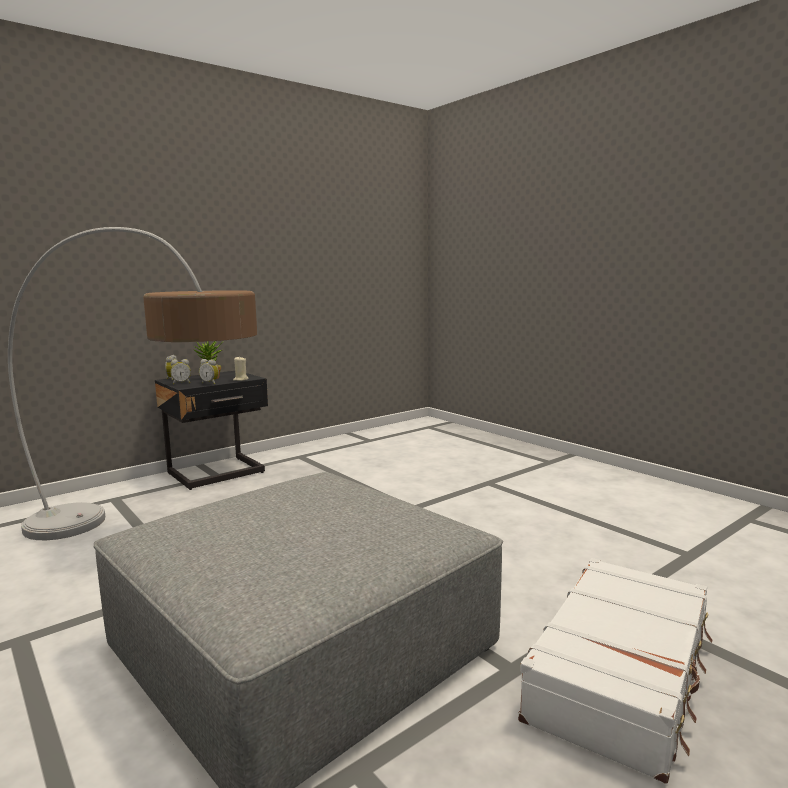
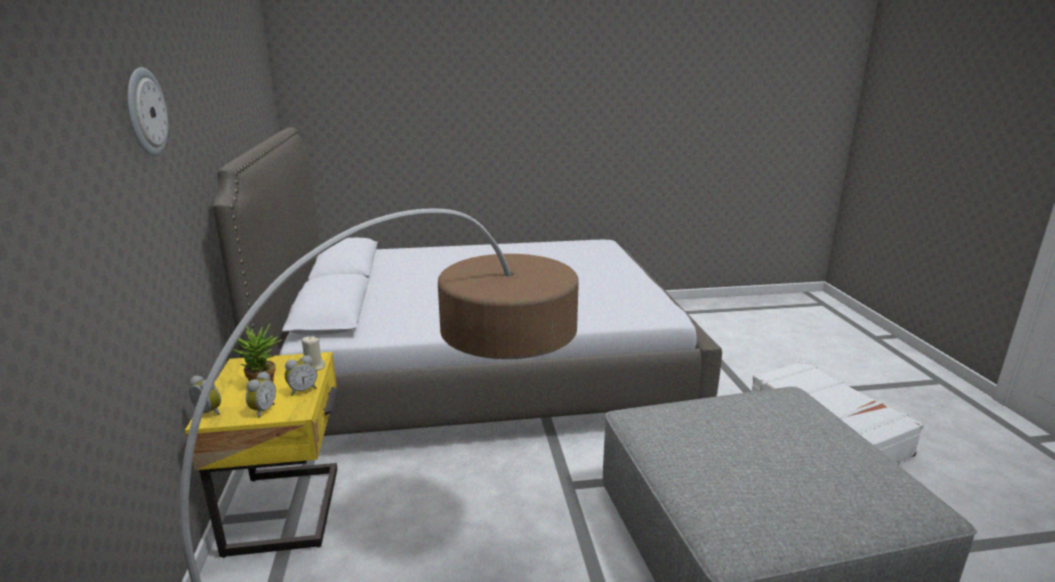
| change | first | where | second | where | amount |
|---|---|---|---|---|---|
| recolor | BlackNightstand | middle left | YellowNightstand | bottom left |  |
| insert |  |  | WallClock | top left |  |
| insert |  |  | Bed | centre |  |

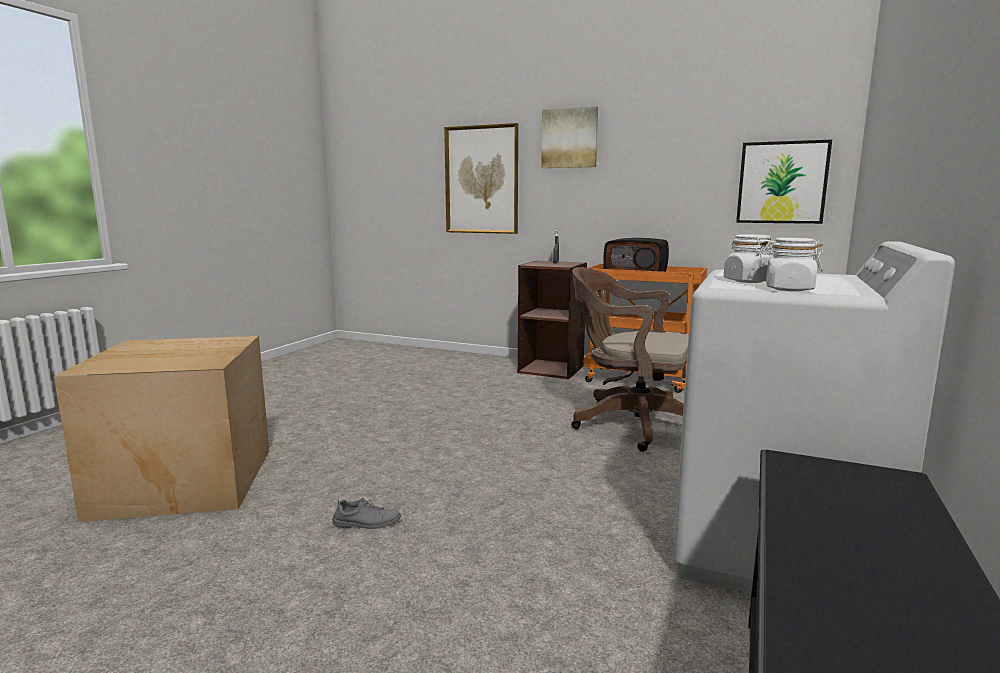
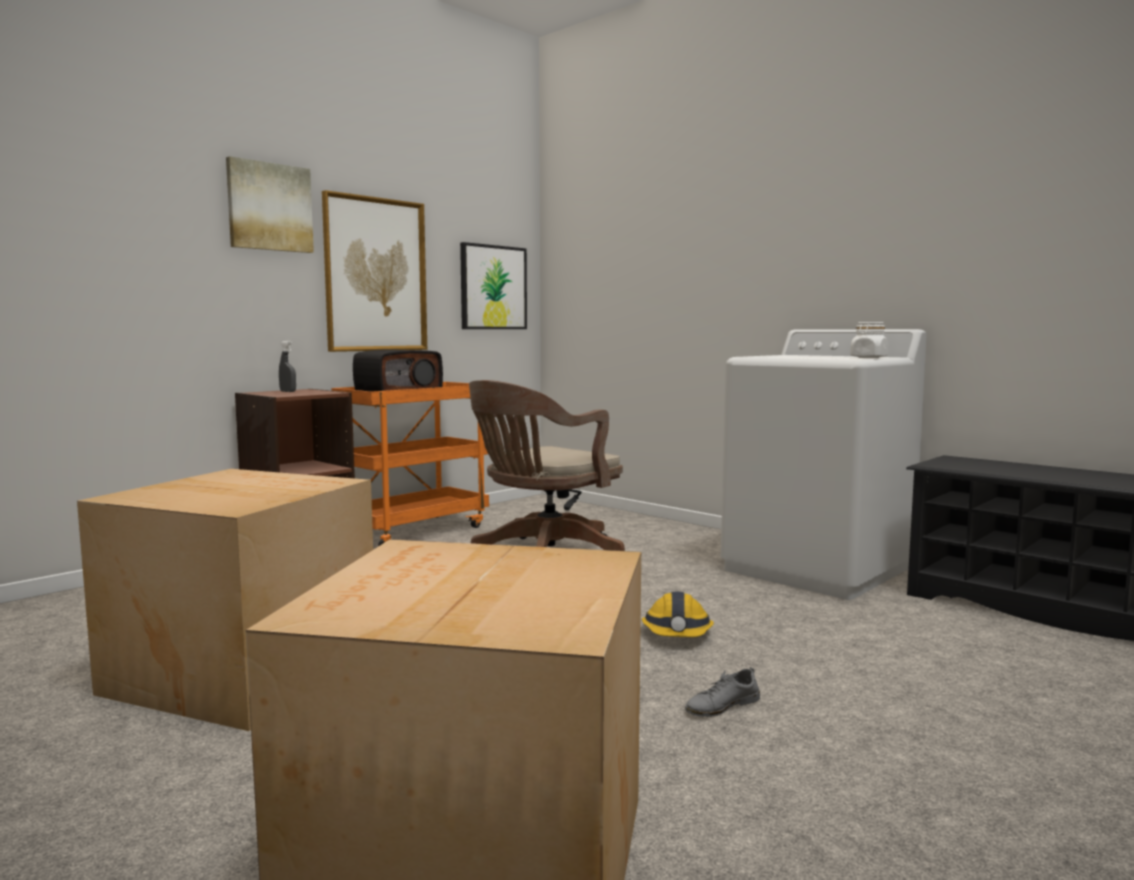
| change | first | where | second | where | amount |
|---|---|---|---|---|---|
| move | Picture (1st from left in the first image) | top centre | Picture (2nd from left) | top left |  |
| delete | WhiteJar (1st from left) | middle right |  |  |  |
| rotate | GreyShoe | bottom centre |  | bottom centre | 135 degrees counterclockwise |
| insert |  |  | CardboardBox (1st from left) | bottom left |  |
| insert |  |  | HardHat | bottom centre |  |

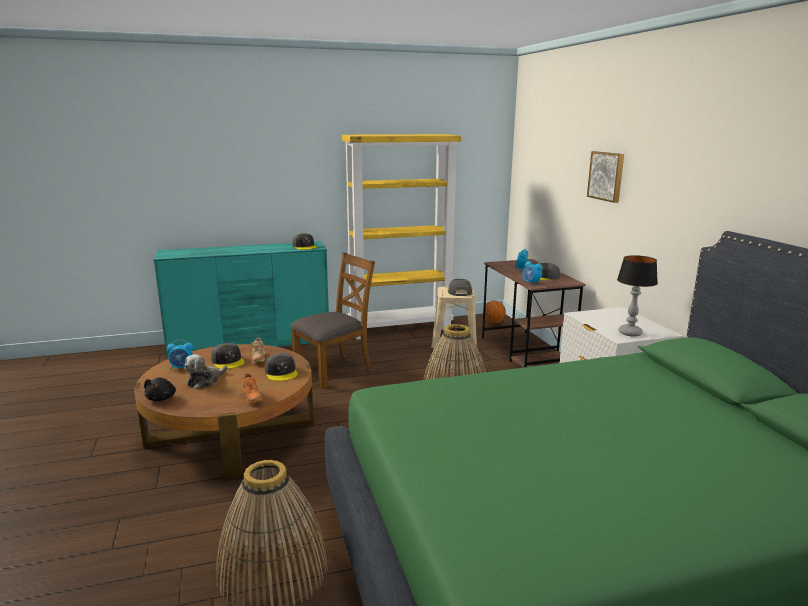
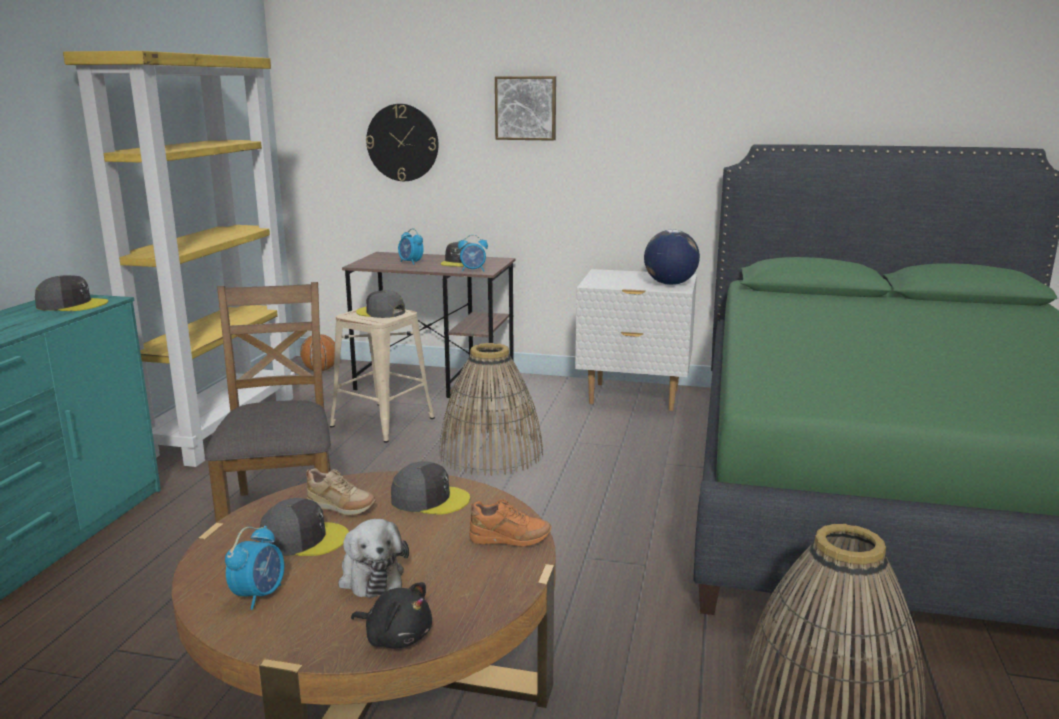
| change | first | where | second | where | amount |
|---|---|---|---|---|---|
| replace | TableLamp | middle right | Globe | centre |  |
| insert |  |  | WallClock | top centre |  |

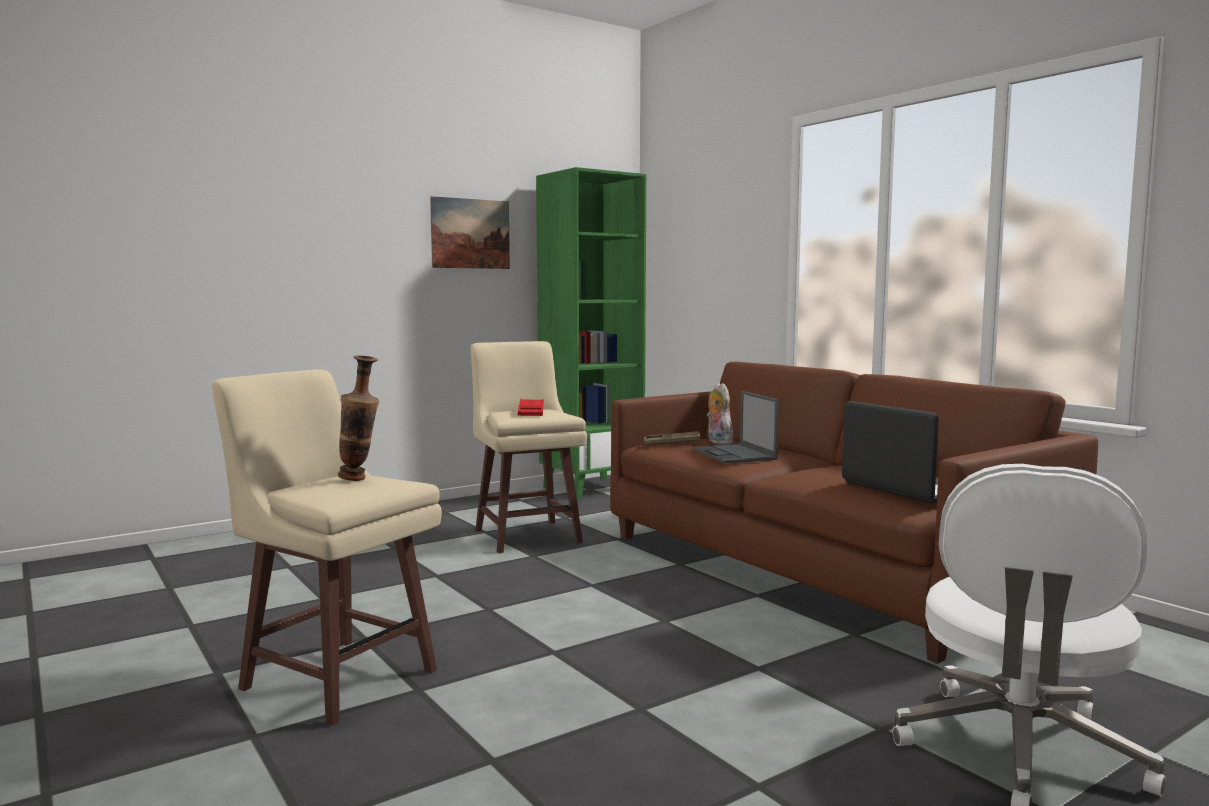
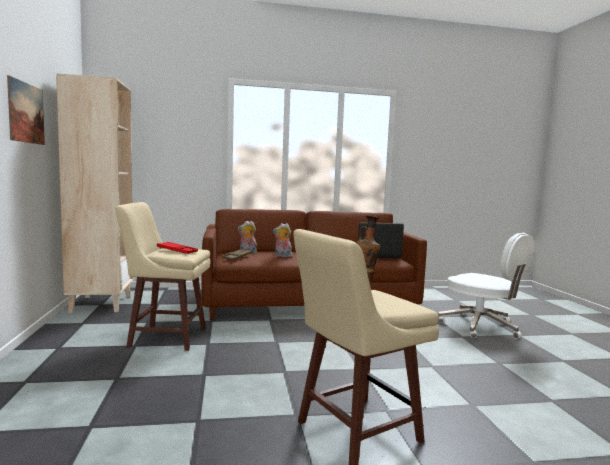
| change | first | where | second | where | amount |
|---|---|---|---|---|---|
| recolor | GreenBookcase | centre | BeigeBookcase | middle left |  |
| replace | Laptop (1st from left) | centre | PlushToy (2nd from left) | centre |  |

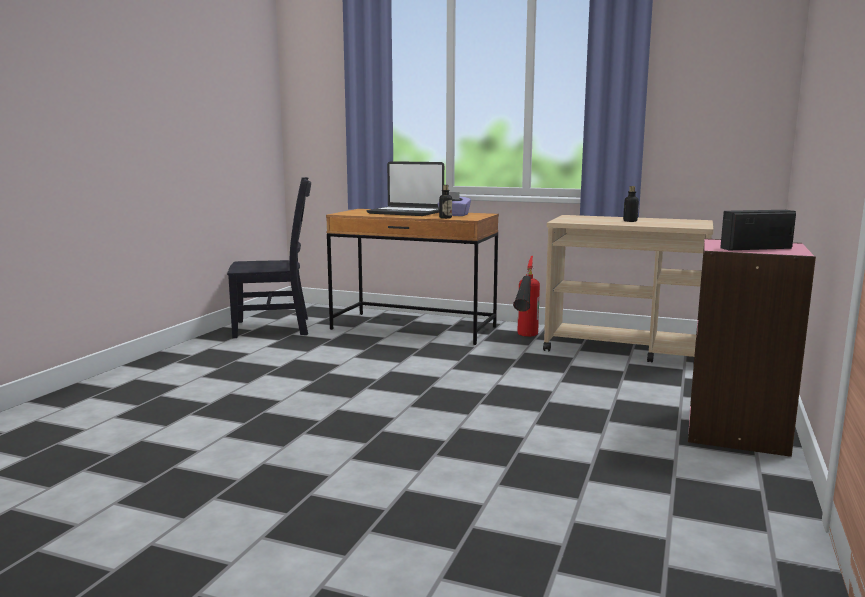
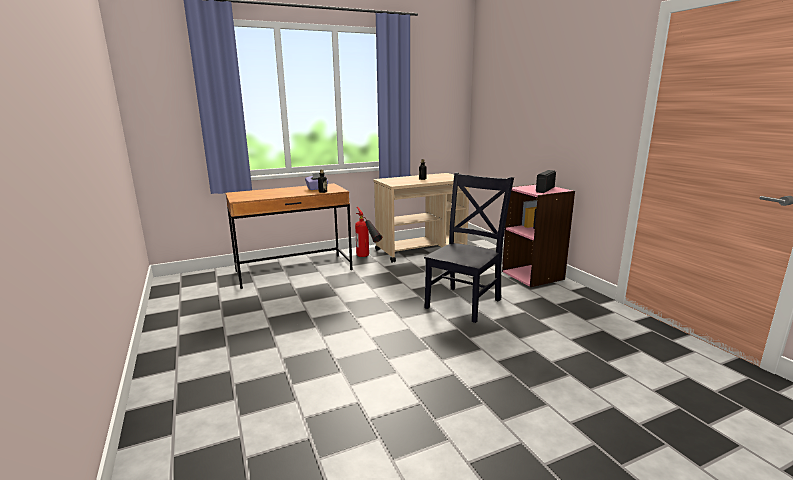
| change | first | where | second | where | amount |
|---|---|---|---|---|---|
| delete | Laptop | top centre |  |  |  |
| move | BlackChair | middle left |  | centre |  |

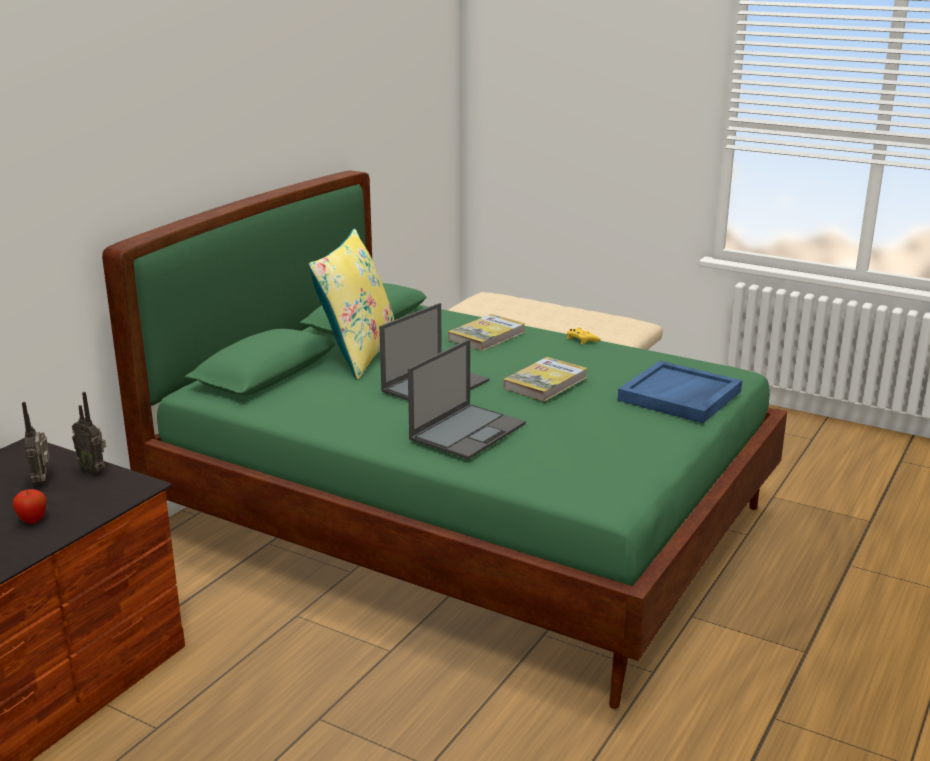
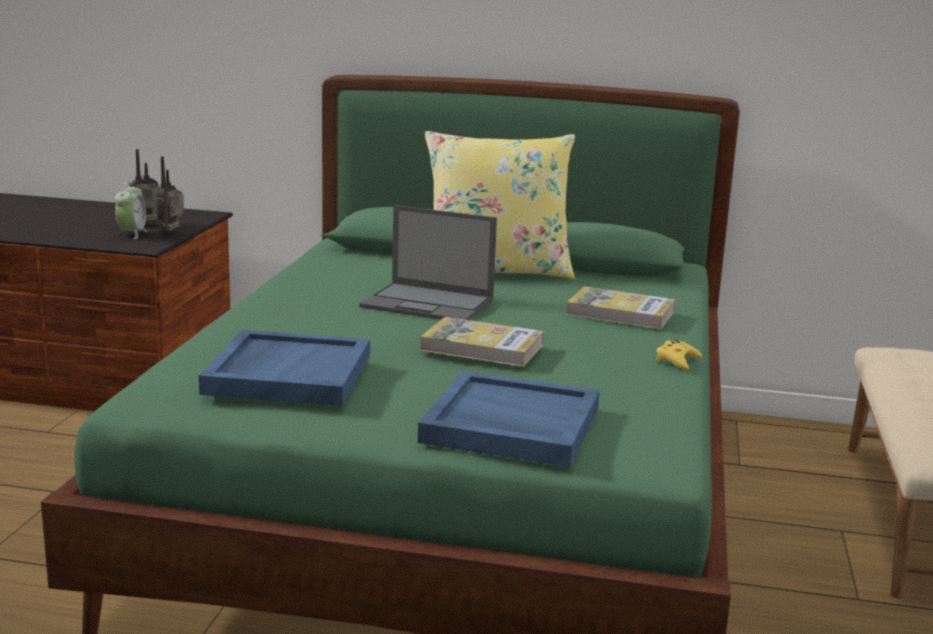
| change | first | where | second | where | amount |
|---|---|---|---|---|---|
| delete | Laptop (2nd from left) | centre |  |  |  |
| delete | Apple | middle left |  |  |  |
| insert |  |  | AlarmClock | top left |  |
| insert |  |  | BlueTray (1st from left) | middle left |  |

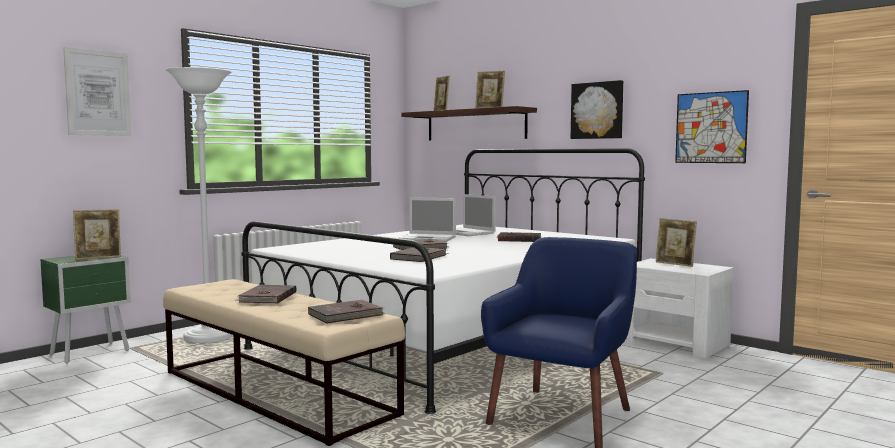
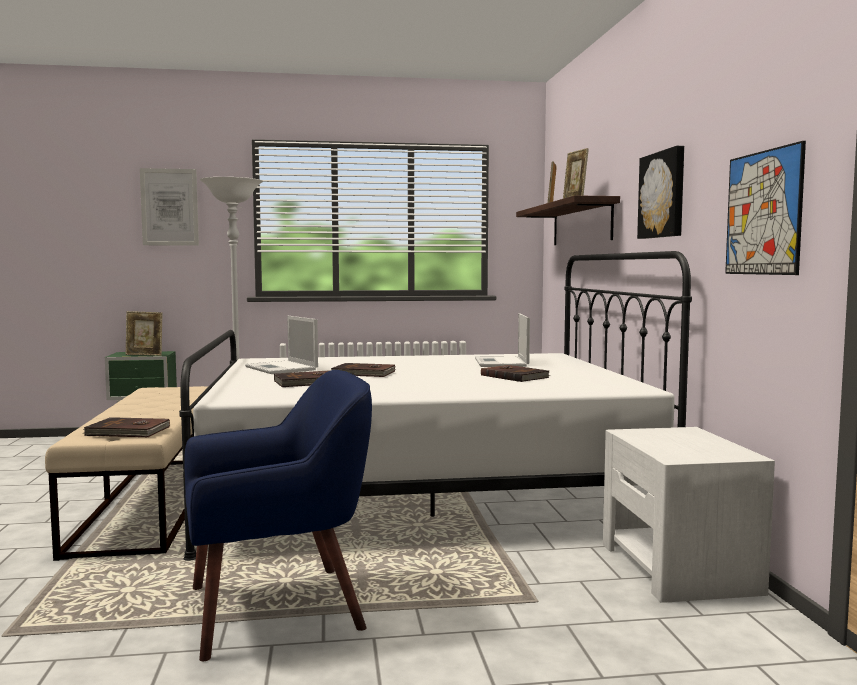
| change | first | where | second | where | amount |
|---|---|---|---|---|---|
| move | Laptop (1st from left) | centre |  | middle left |  |
| delete | PictureFrame (4th from left) | middle right |  |  |  |
| delete | BrownBook (1st from left) | middle left |  |  |  |

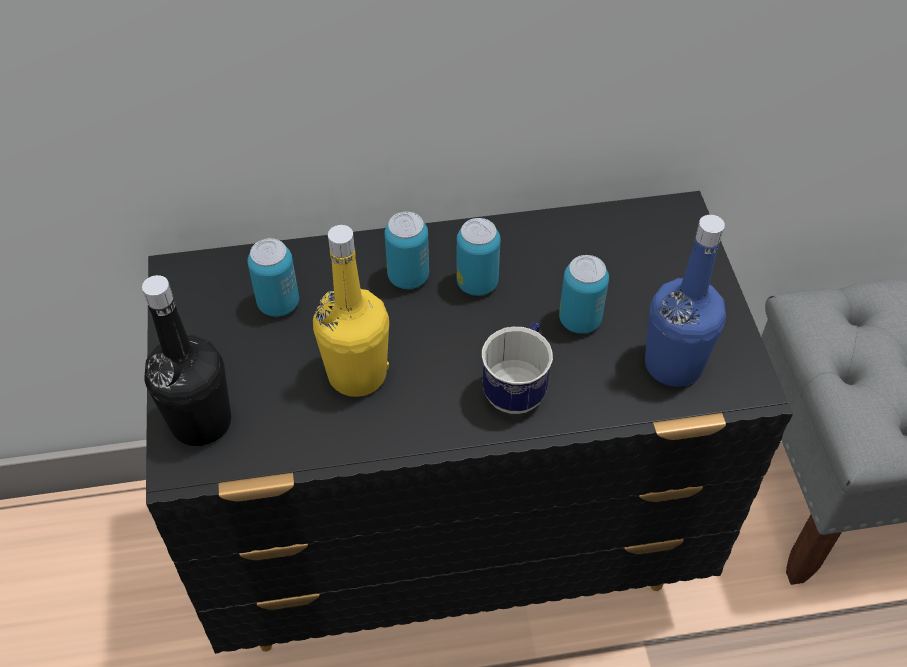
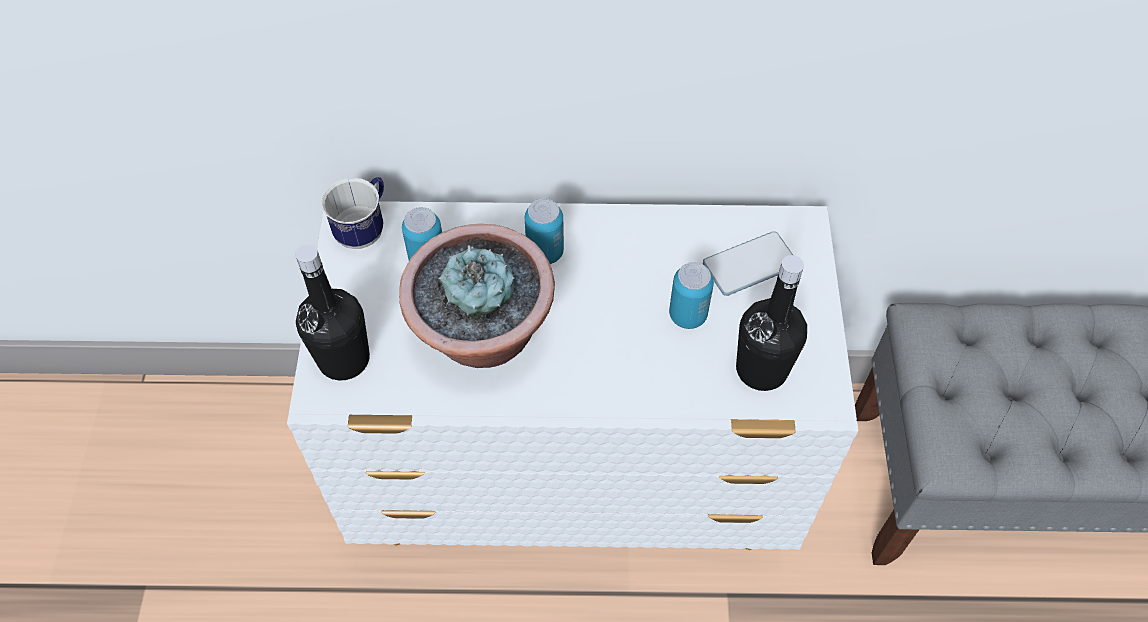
| change | first | where | second | where | amount |
|---|---|---|---|---|---|
| recolor | BlackDresser | centre | WhiteDresser | centre |  |
| recolor | BlueBottle | middle right | BlackBottle (2nd from left) | middle right |  |
| delete | Can (3rd from left) | centre |  |  |  |
| replace | YellowBottle | centre | PottedPlant | centre |  |
| move | Mug | centre |  | middle left |  |
| insert |  |  | Phone | centre |  |

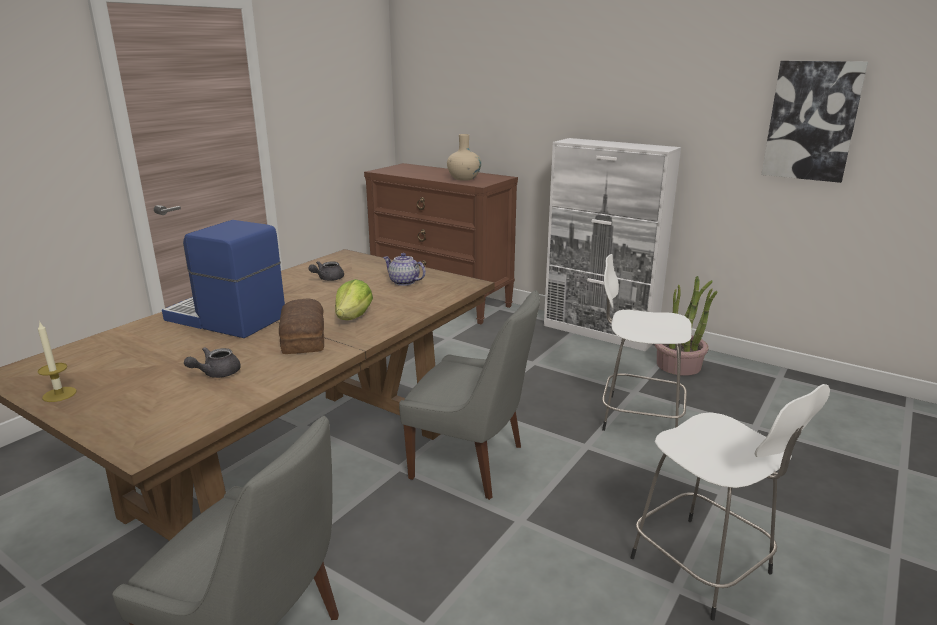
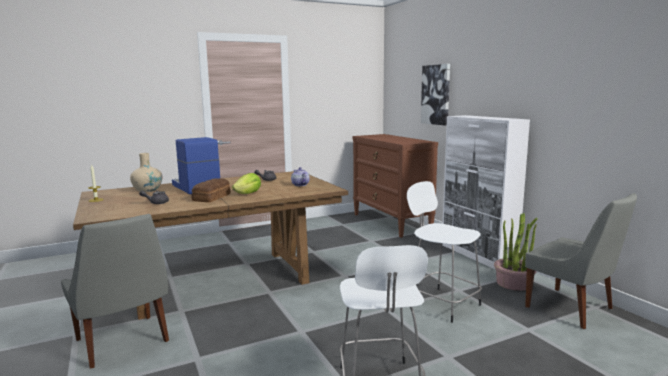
| change | first | where | second | where | amount |
|---|---|---|---|---|---|
| move | Picture | top right |  | top centre |  |
| move | BeigeVase | top centre |  | middle left |  |
| move | GreyChair (2nd from left) | centre |  | bottom right |  |

